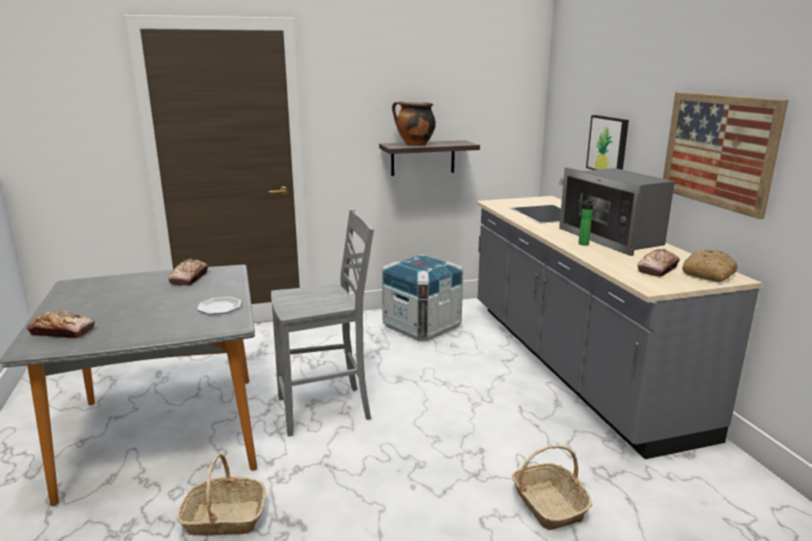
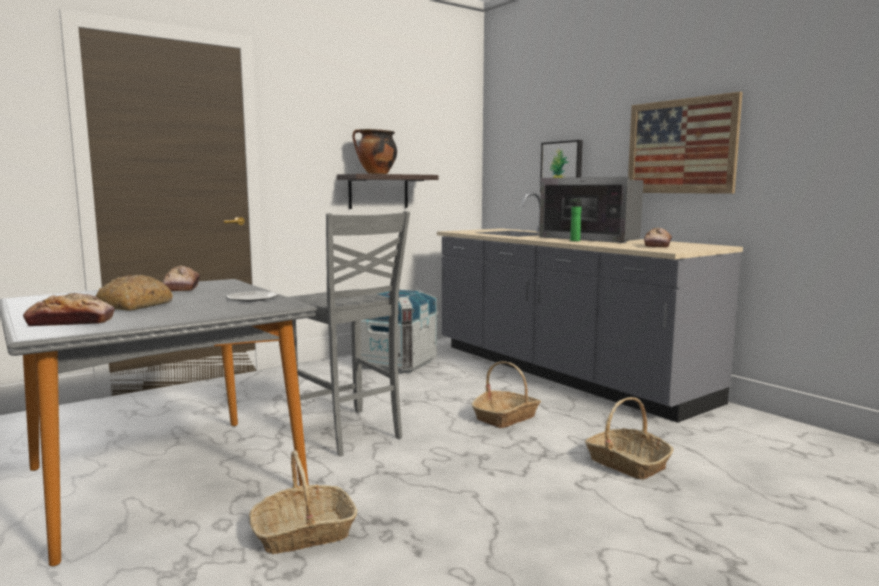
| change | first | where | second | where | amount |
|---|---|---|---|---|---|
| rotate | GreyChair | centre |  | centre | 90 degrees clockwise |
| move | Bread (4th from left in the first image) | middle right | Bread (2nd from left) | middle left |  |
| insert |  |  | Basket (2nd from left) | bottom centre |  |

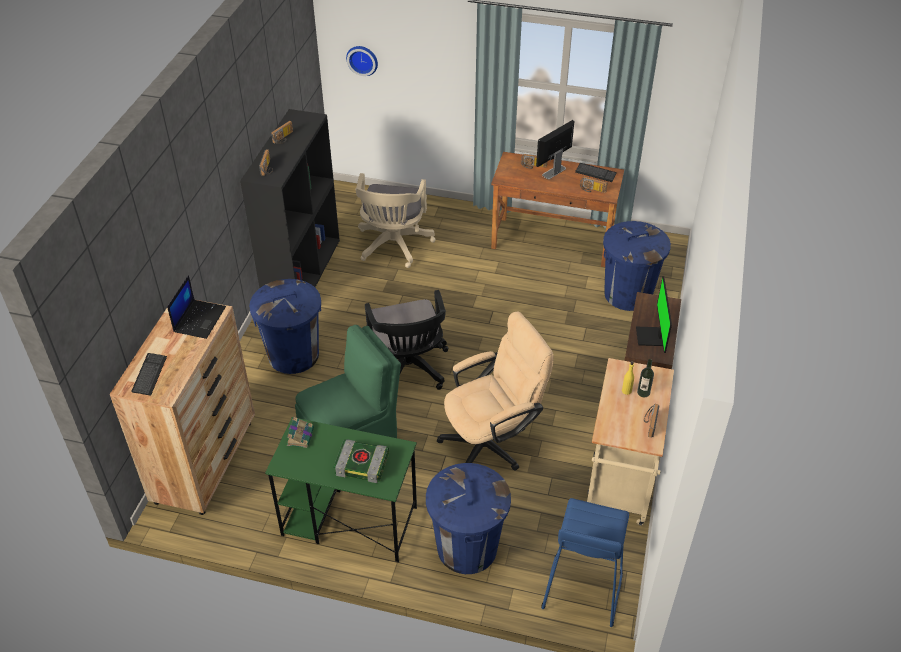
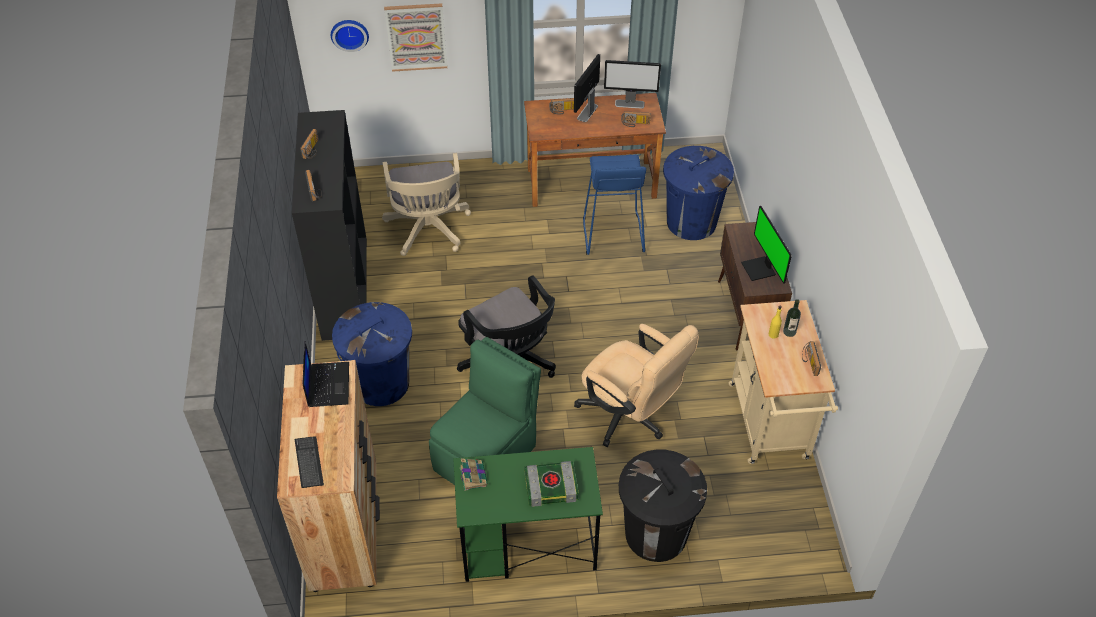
| change | first | where | second | where | amount |
|---|---|---|---|---|---|
| replace | Keyboard (2nd from left) | top centre | Monitor (2nd from left) | top centre |  |
| rotate | BeigeOfficeChair (2nd from left) | centre |  | centre | 90 degrees clockwise |
| recolor | BlueTrashCan (2nd from left) | bottom centre | BlackTrashCan | bottom centre |  |
| move | BlueStool | bottom centre |  | top centre |  |
| insert |  |  | Picture | top centre |  |

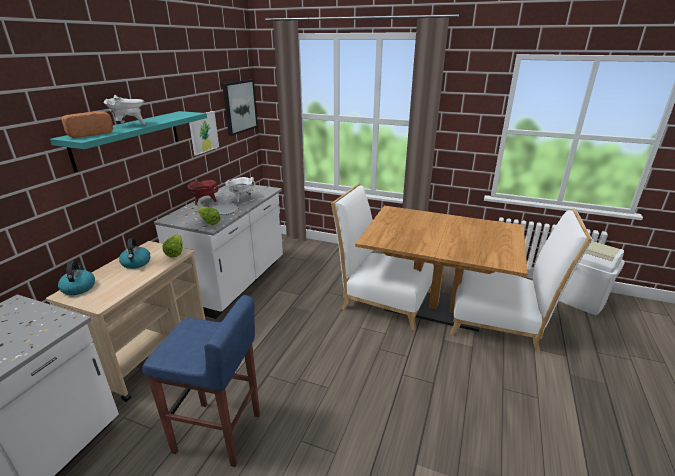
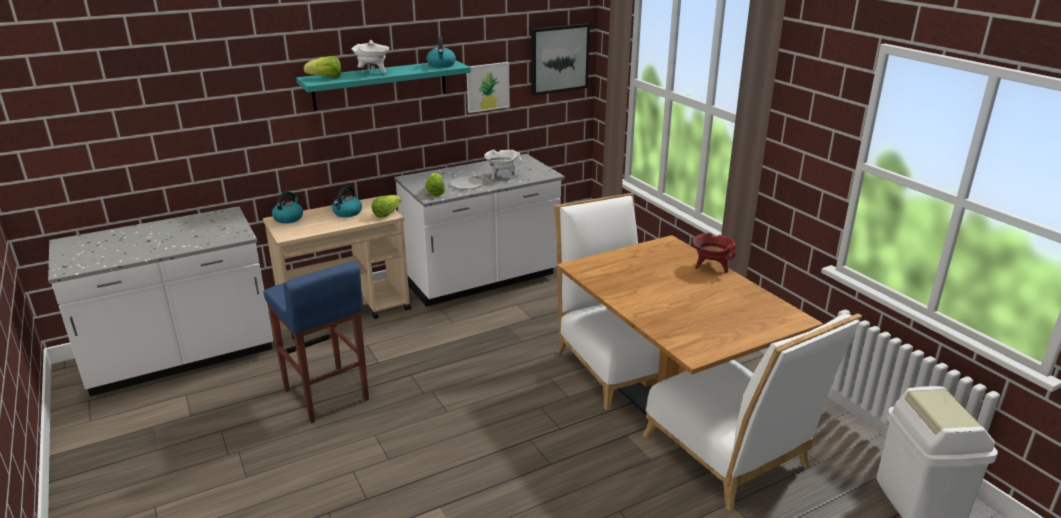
| change | first | where | second | where | amount |
|---|---|---|---|---|---|
| replace | Bread | top left | Lettuce (1st from left) | top left |  |
| move | RedCookingPot | middle left |  | middle right |  |
| insert |  |  | Kettle (3rd from left) | top centre |  |

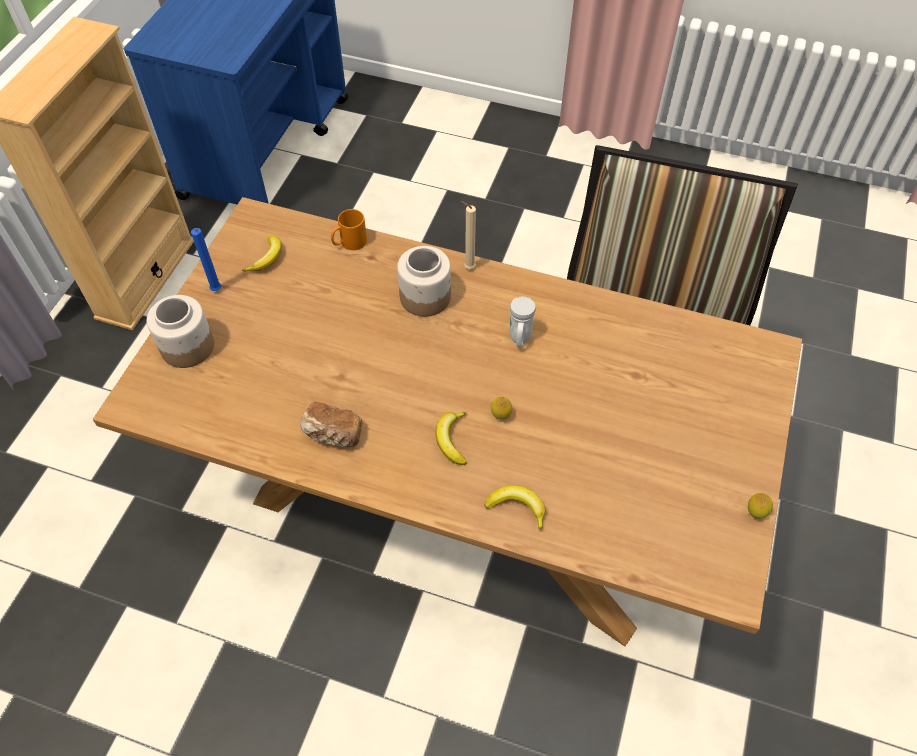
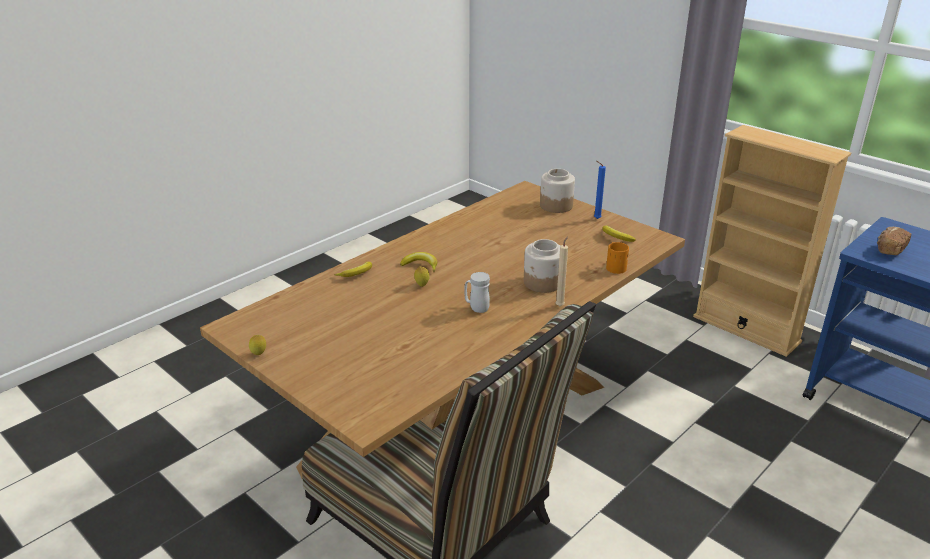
| change | first | where | second | where | amount |
|---|---|---|---|---|---|
| move | Bread | centre |  | middle right |  |

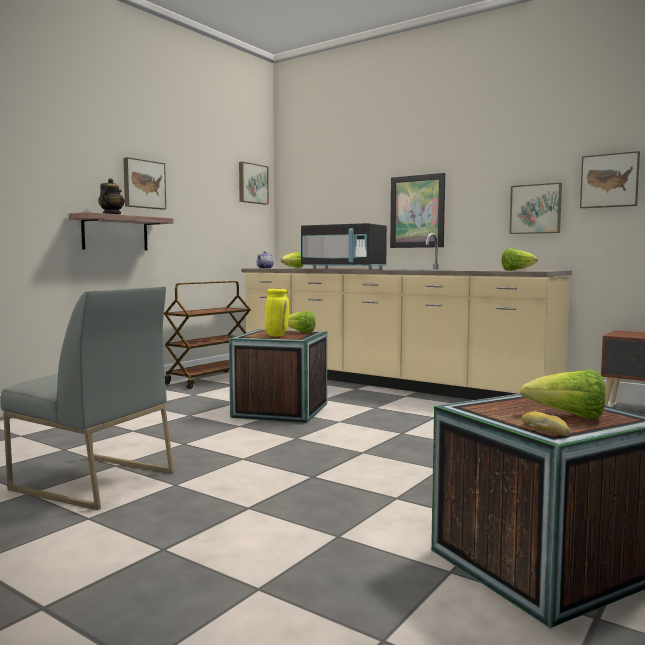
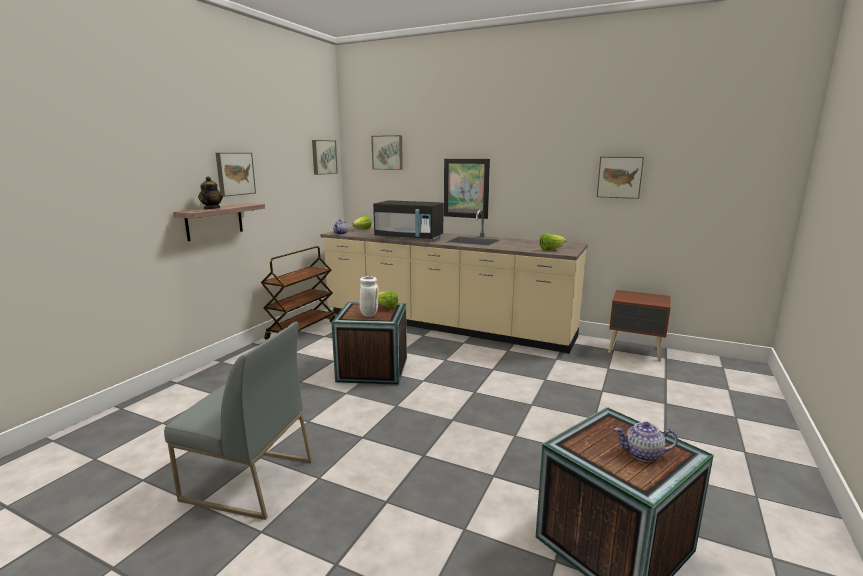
| change | first | where | second | where | amount |
|---|---|---|---|---|---|
| move | Picture (4th from left in the first image) | top right | Picture (3rd from left) | top centre |  |
| recolor | YellowVase | centre | WhiteVase | centre |  |
| replace | Lettuce (4th from left) | middle right | Teapot (3rd from left) | bottom right |  |
| delete | Bread | middle right |  |  |  |

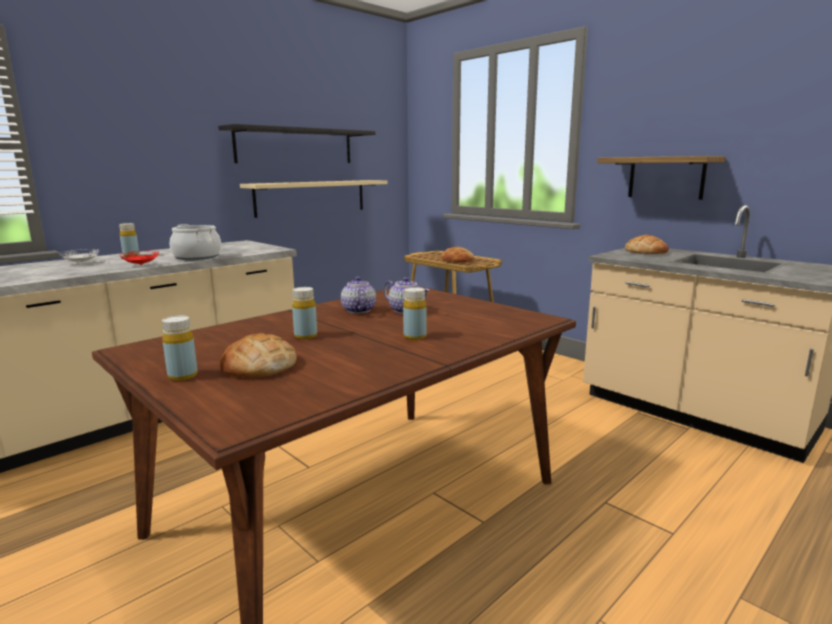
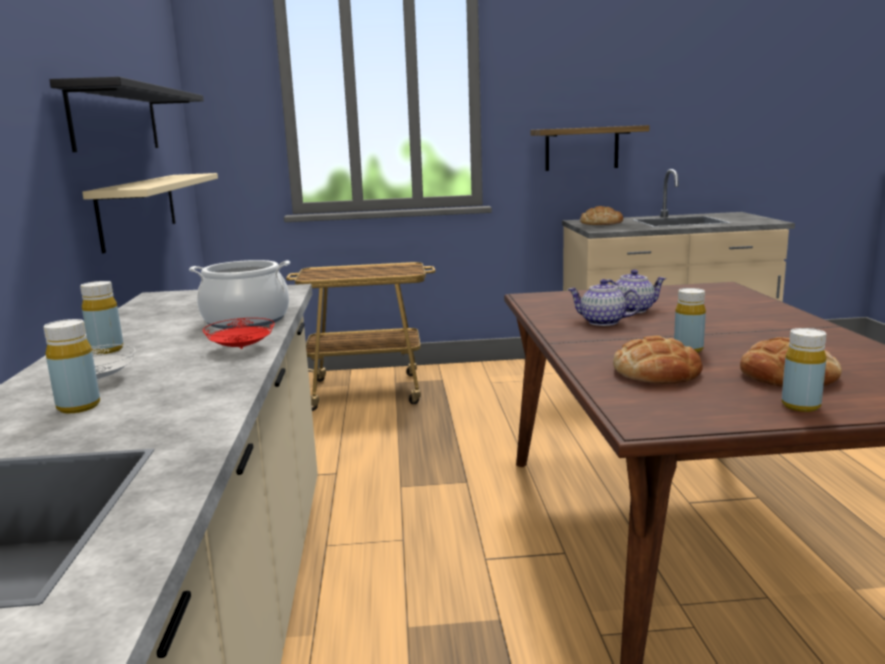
| change | first | where | second | where | amount |
|---|---|---|---|---|---|
| move | Bread (2nd from left) | centre |  | middle right |  |
| move | YellowBottle (4th from left in the first image) | centre | YellowBottle (1st from left) | middle left |  |

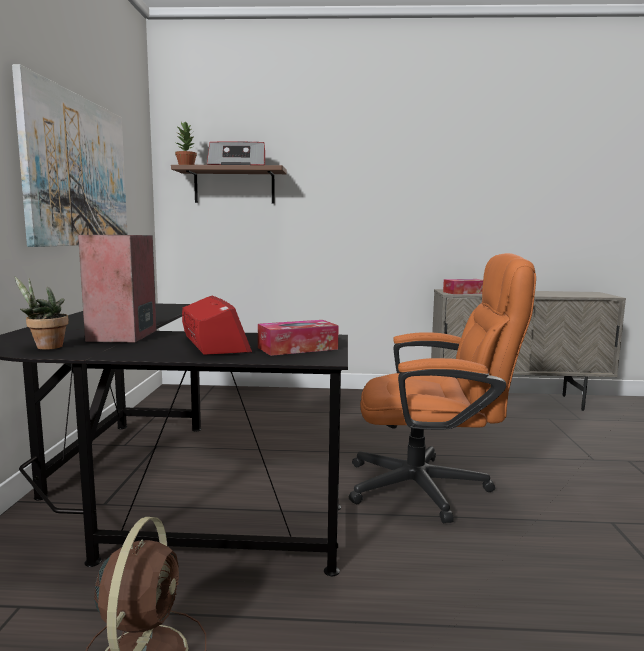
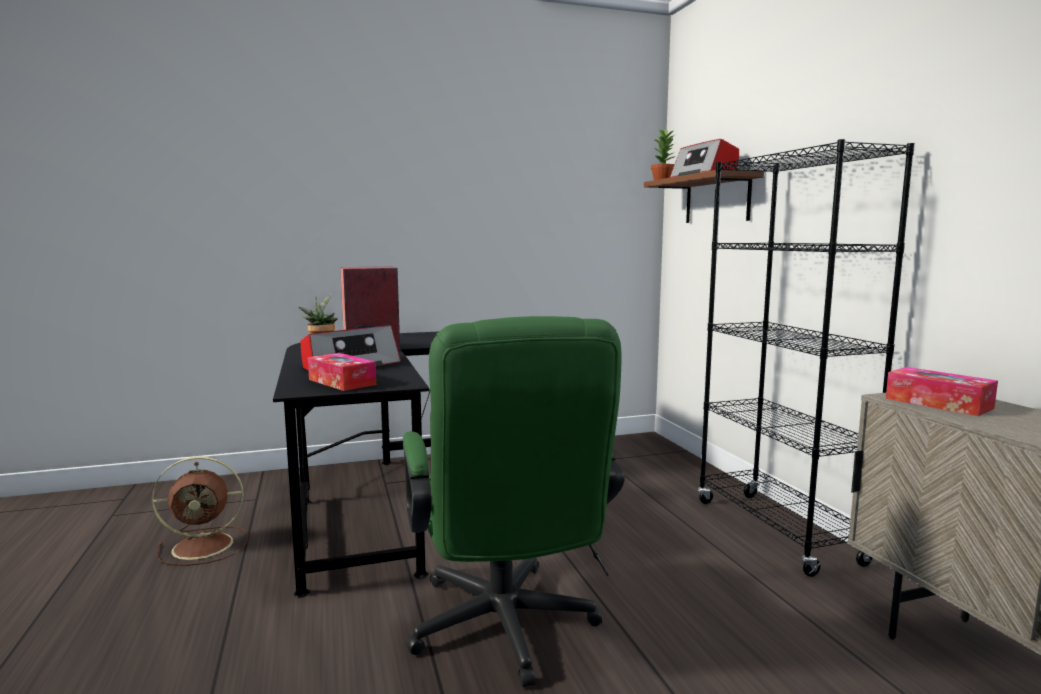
| change | first | where | second | where | amount |
|---|---|---|---|---|---|
| delete | Picture | top left |  |  |  |
| recolor | OrangeOfficeChair | middle right | GreenOfficeChair | bottom centre |  |
| insert |  |  | BlackBookcase | middle right |  |

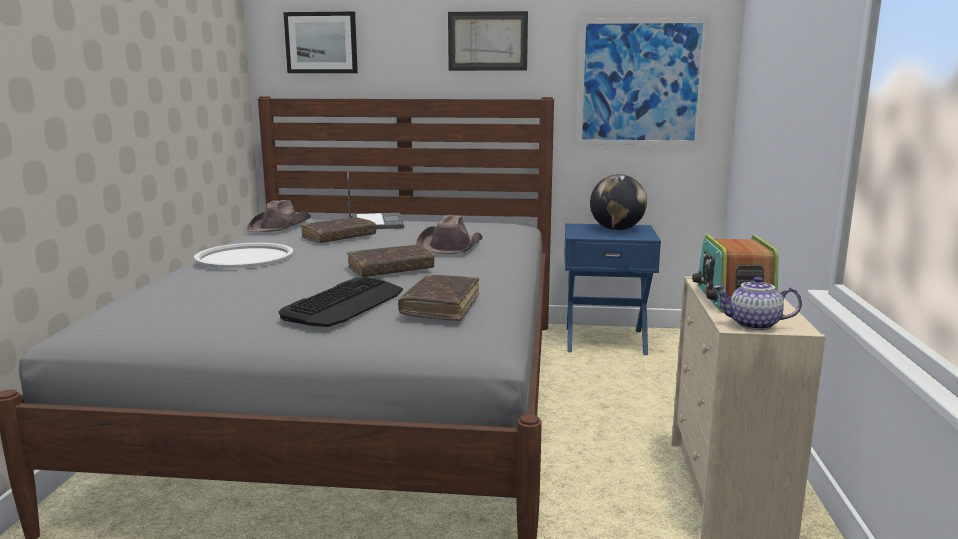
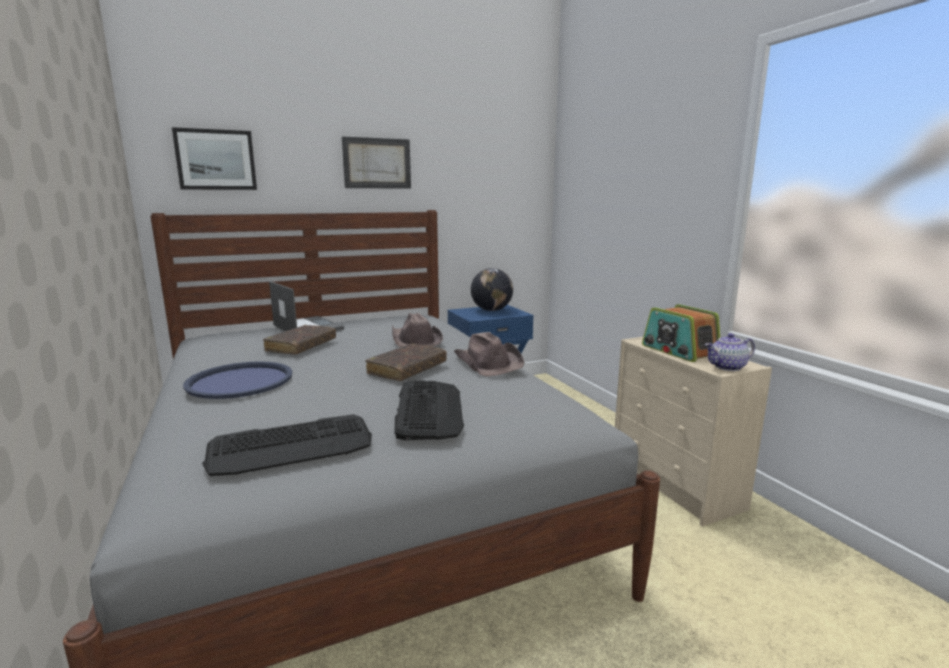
| change | first | where | second | where | amount |
|---|---|---|---|---|---|
| delete | Picture (3rd from left) | top right |  |  |  |
| move | BrownHat (1st from left in the first image) | middle left | BrownHat (2nd from left) | centre |  |
| recolor | WhiteTray | middle left | BlueTray | middle left |  |
| delete | BrownBook (3rd from left) | centre |  |  |  |
| insert |  |  | Keyboard (1st from left) | middle left |  |

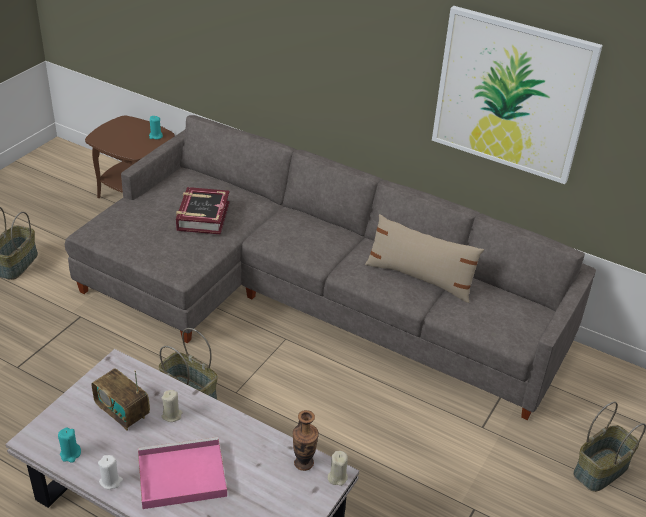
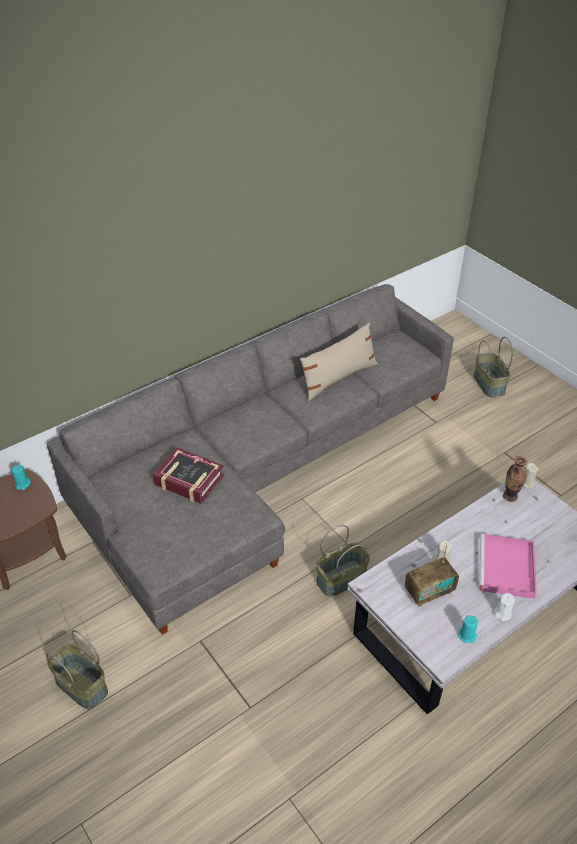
| change | first | where | second | where | amount |
|---|---|---|---|---|---|
| delete | Picture | top right |  |  |  |

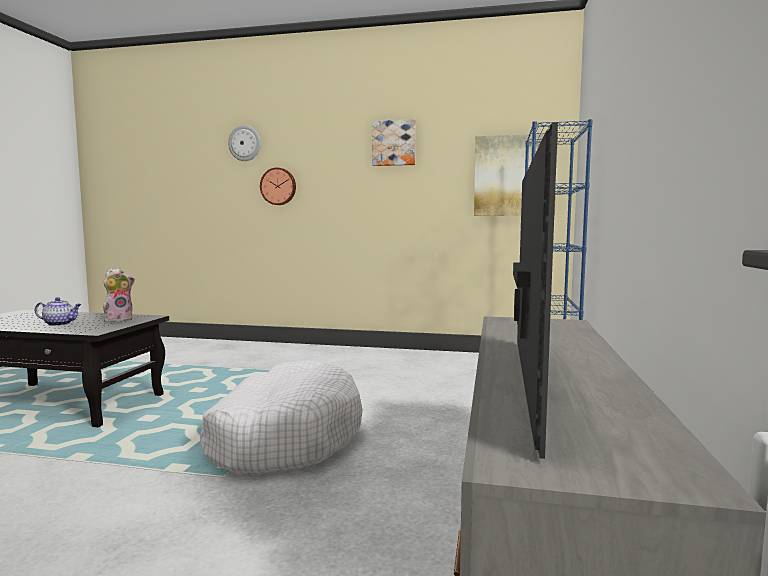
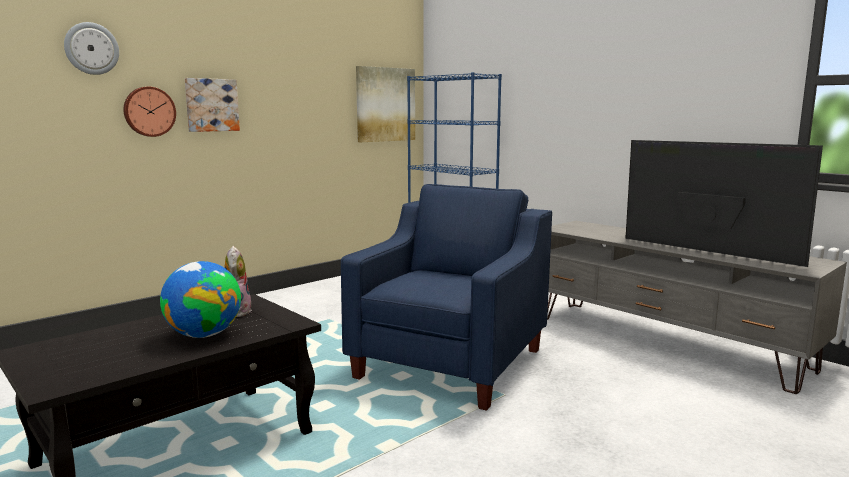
| change | first | where | second | where | amount |
|---|---|---|---|---|---|
| move | Picture (1st from left) | top centre |  | top left |  |
| replace | Teapot | middle left | Globe | middle left |  |
| replace | WhiteDogBed | bottom centre | BlueArmchair | centre |  |

